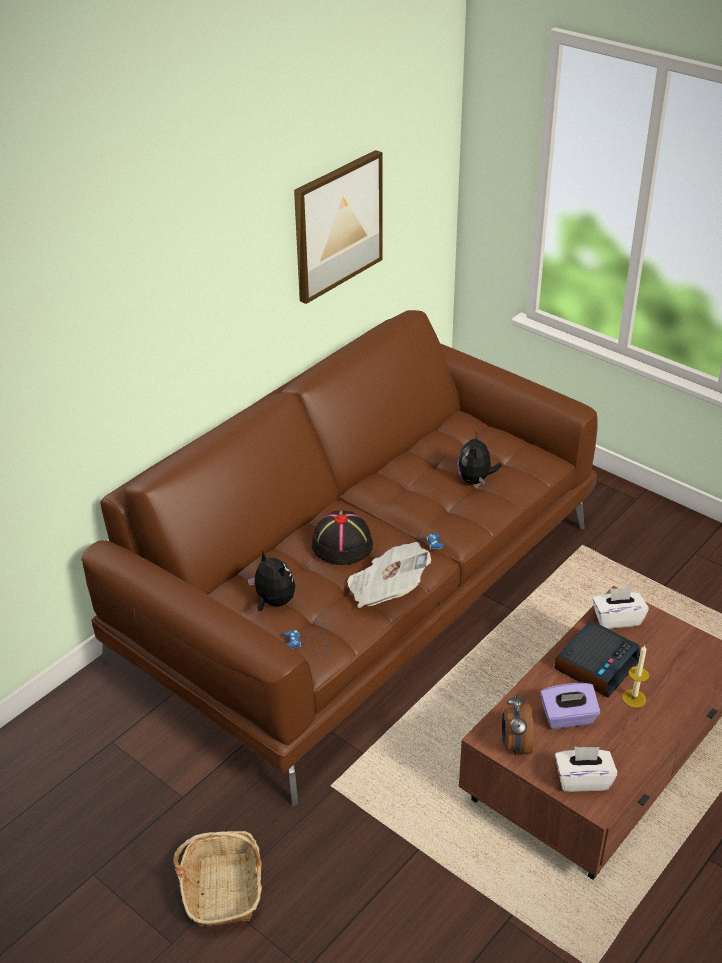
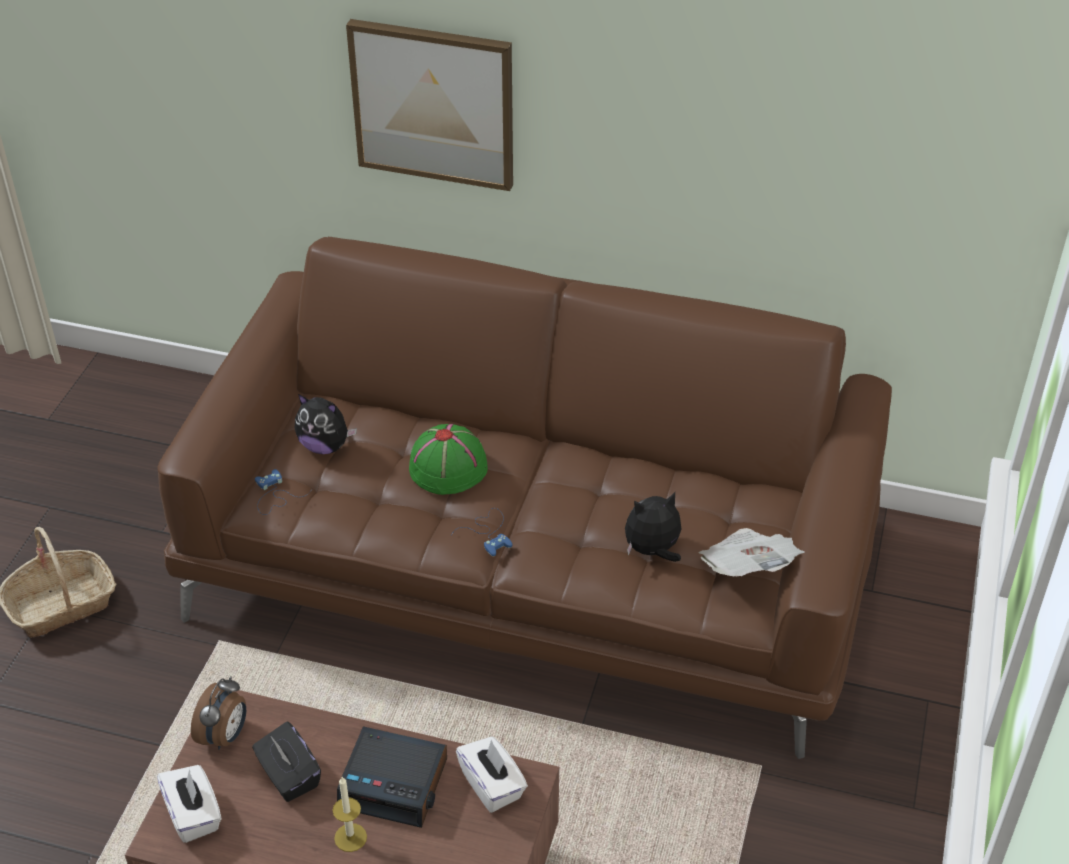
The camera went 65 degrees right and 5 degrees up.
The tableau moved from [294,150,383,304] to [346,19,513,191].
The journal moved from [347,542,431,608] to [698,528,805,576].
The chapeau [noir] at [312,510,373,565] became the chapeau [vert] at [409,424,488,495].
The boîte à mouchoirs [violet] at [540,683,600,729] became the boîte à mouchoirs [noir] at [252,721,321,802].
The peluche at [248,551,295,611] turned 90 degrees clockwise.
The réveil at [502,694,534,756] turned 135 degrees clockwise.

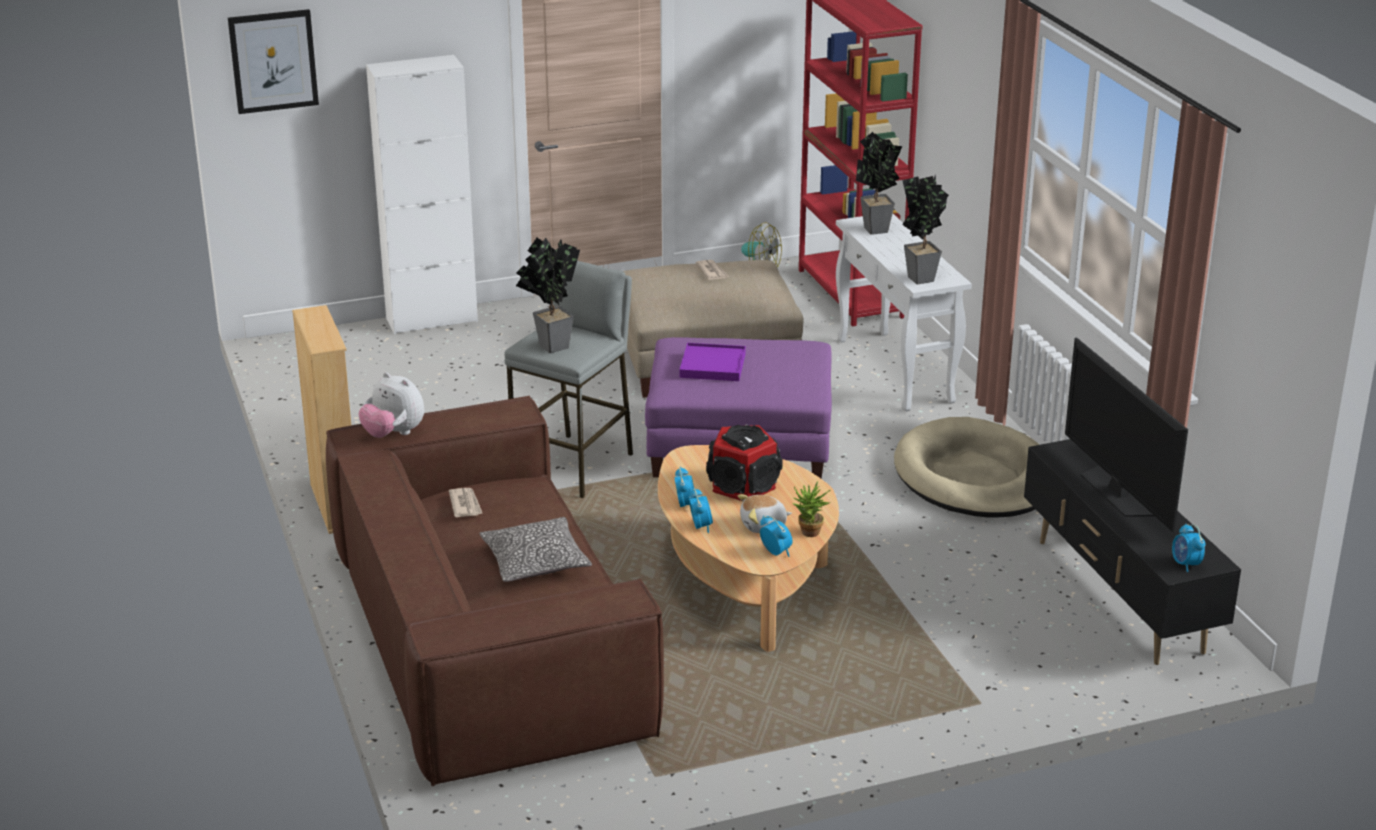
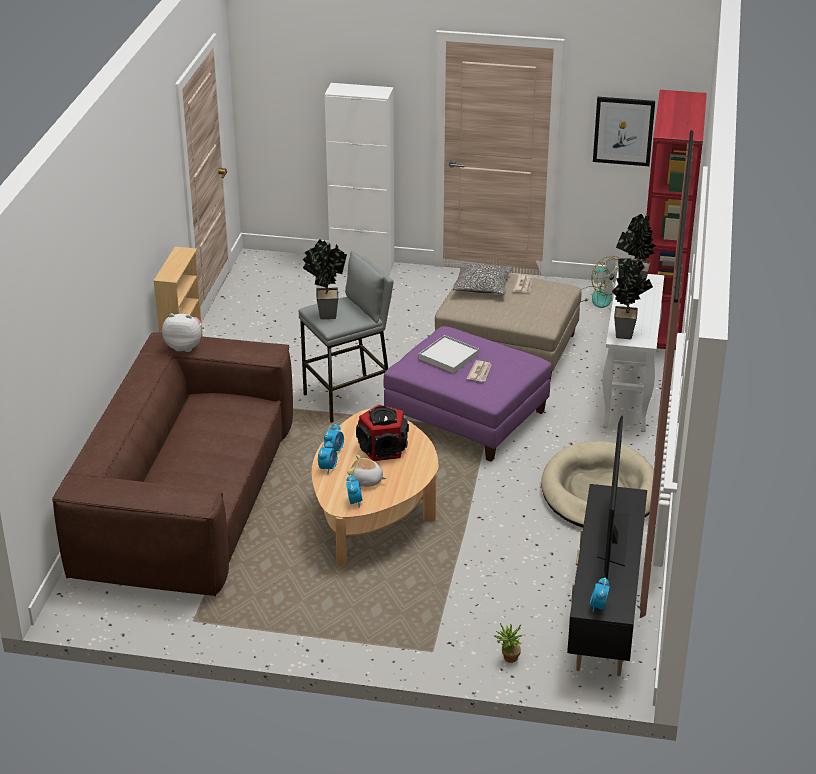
The camera went 30 degrees right and 5 degrees up.
The tableau moved from [228,9,319,114] to [593,97,655,166].
The journal moved from [449,488,483,517] to [467,360,491,382].
The coussin moved from [479,517,592,582] to [452,262,512,295].
The plante en pot moved from [793,481,831,537] to [493,623,525,663].
The plateau [violet] at [680,343,746,381] became the plateau [blanc] at [419,335,479,373].
The peluche at [359,372,424,438] turned 120 degrees clockwise.

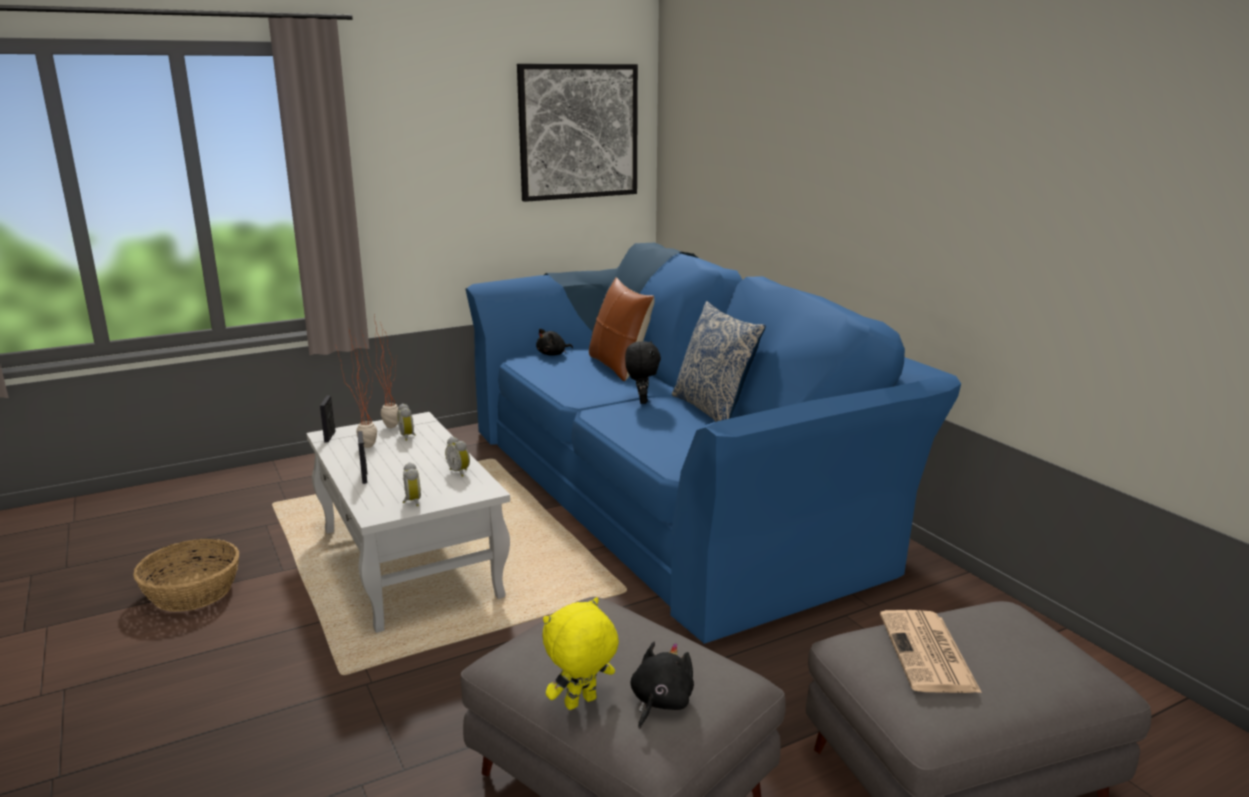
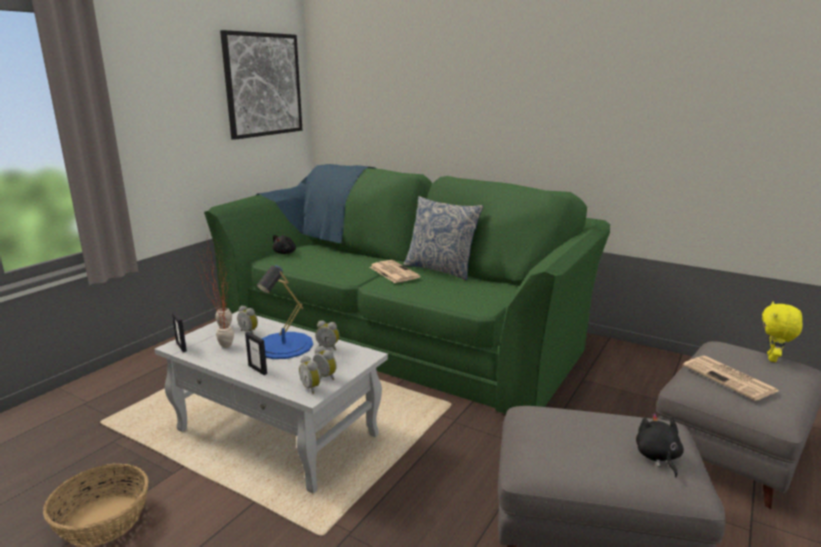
The camera went 30 degrees left and 0 degrees up.
The coussin [marron] at [589,277,655,381] disappeared.
The lampe de table [bleu] at [257,265,313,359] appeared.
The réveil at [299,356,321,394] appeared.
The peluche [jaune] moved from [543,597,619,710] to [762,301,802,362].
The peluche [noir] at [625,341,661,404] was replaced by the journal at [370,260,421,283].
The canapé [bleu] at [466,243,961,644] became the canapé [vert] at [204,164,610,414].

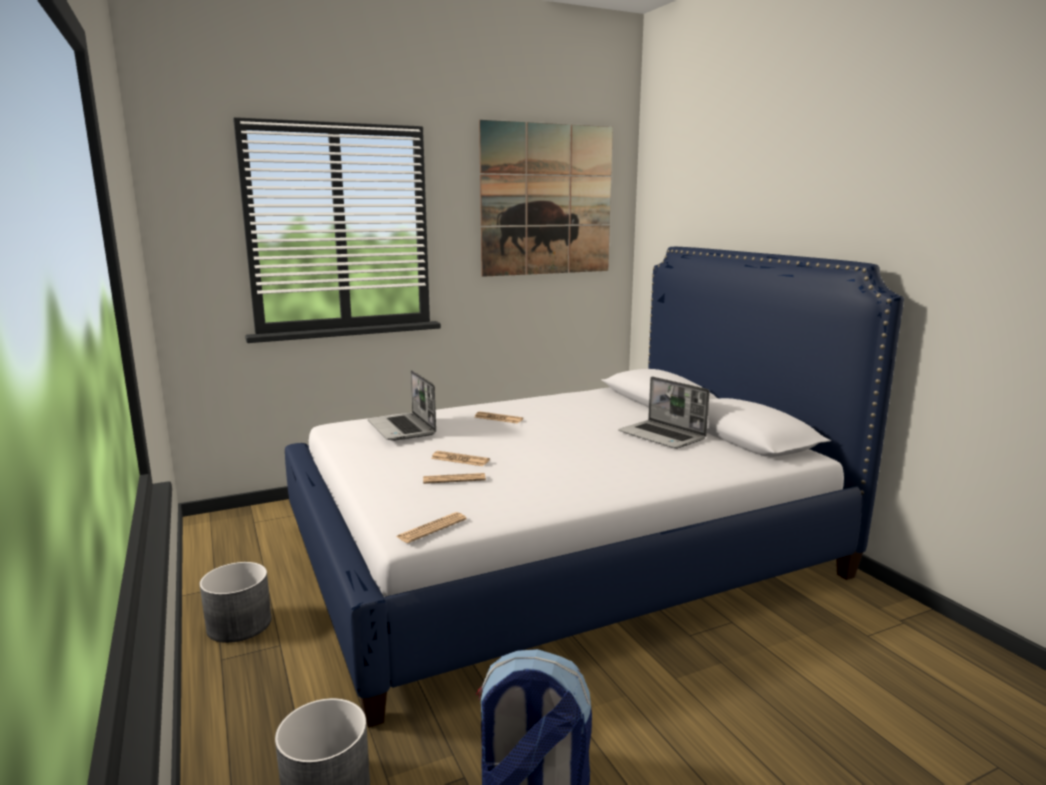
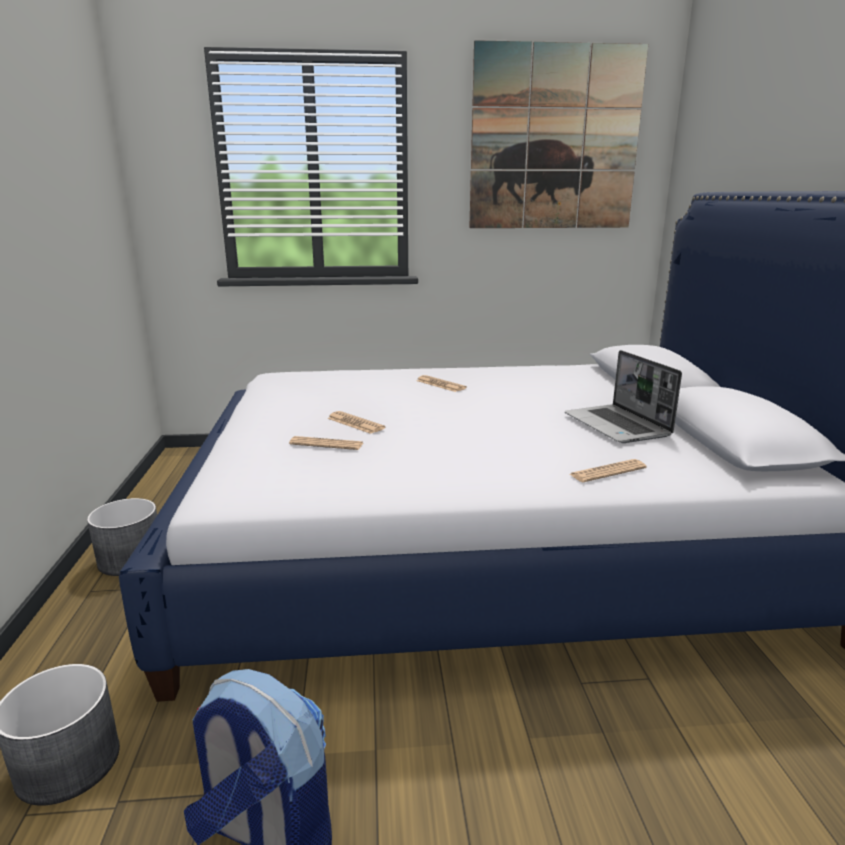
The camera went 20 degrees right and 5 degrees up.
The ordinateur portable at [368,370,436,441] disappeared.
The journal moved from [396,512,467,543] to [570,459,647,482].

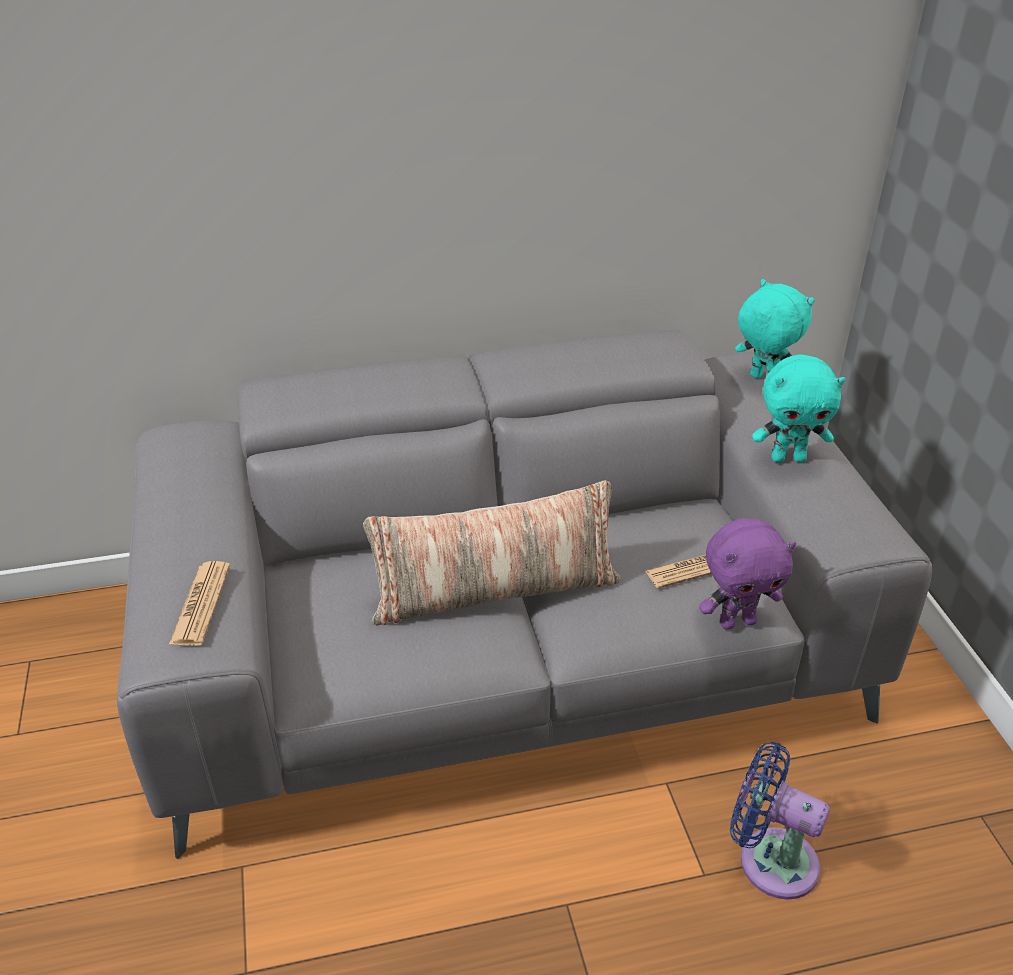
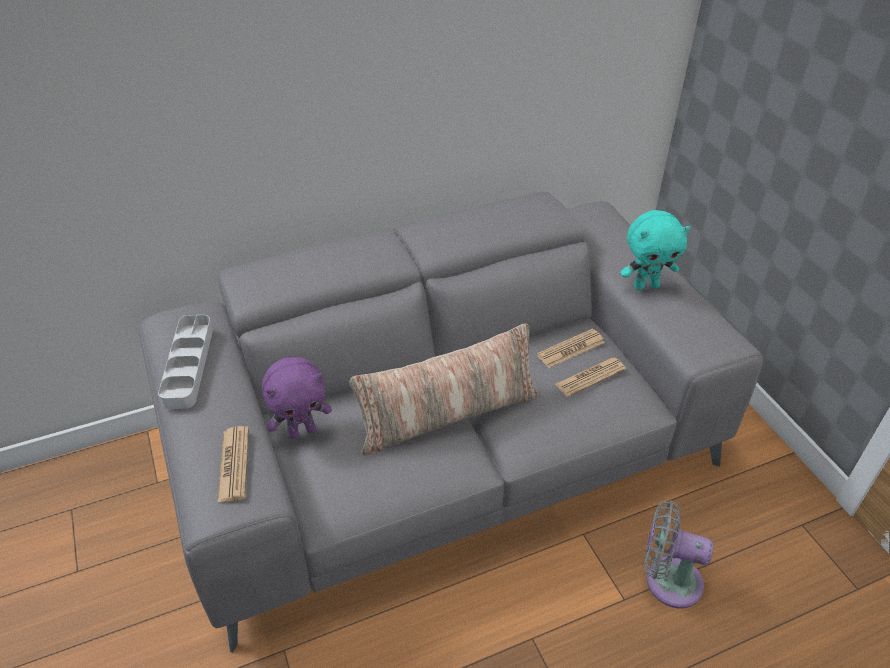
The camera went 10 degrees left and 5 degrees up.
The peluche [turquoise] at [735,279,814,378] disappeared.
The plateau [gris] at [158,315,213,409] appeared.
The journal at [537,329,605,368] appeared.
The peluche [violet] moved from [699,518,796,629] to [262,357,332,439].
The ventilateur [bleu] at [730,742,830,900] became the ventilateur [gris] at [644,500,714,609].

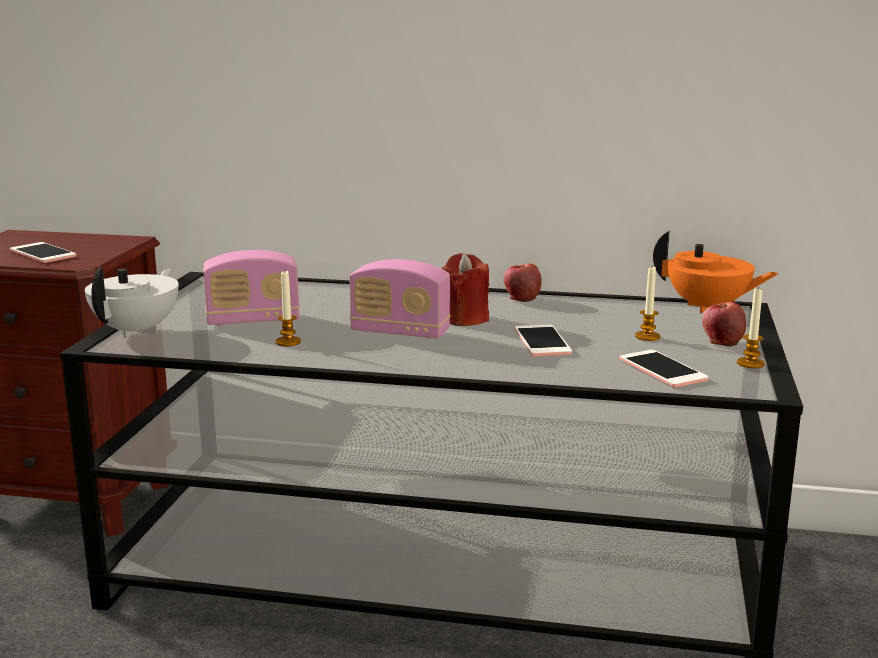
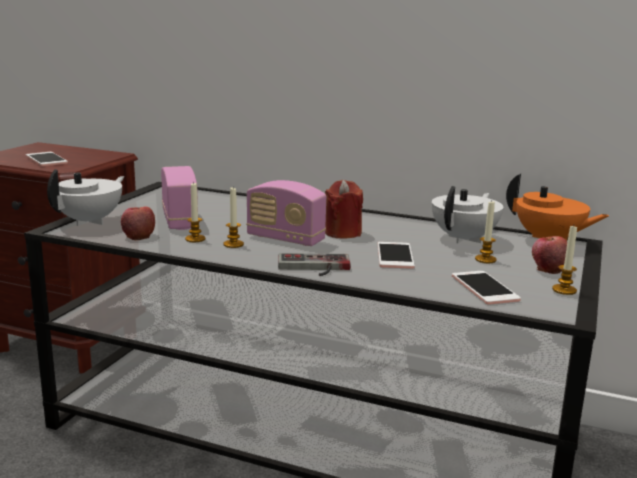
The camera went 10 degrees right and 0 degrees up.
The bougie at [223,188,244,248] appeared.
The manette at [278,253,350,276] appeared.
The théière [blanc] at [432,186,503,243] appeared.
The pomme moved from [504,263,541,302] to [121,207,155,240].
The radio at [204,250,300,326] turned 105 degrees counterclockwise.

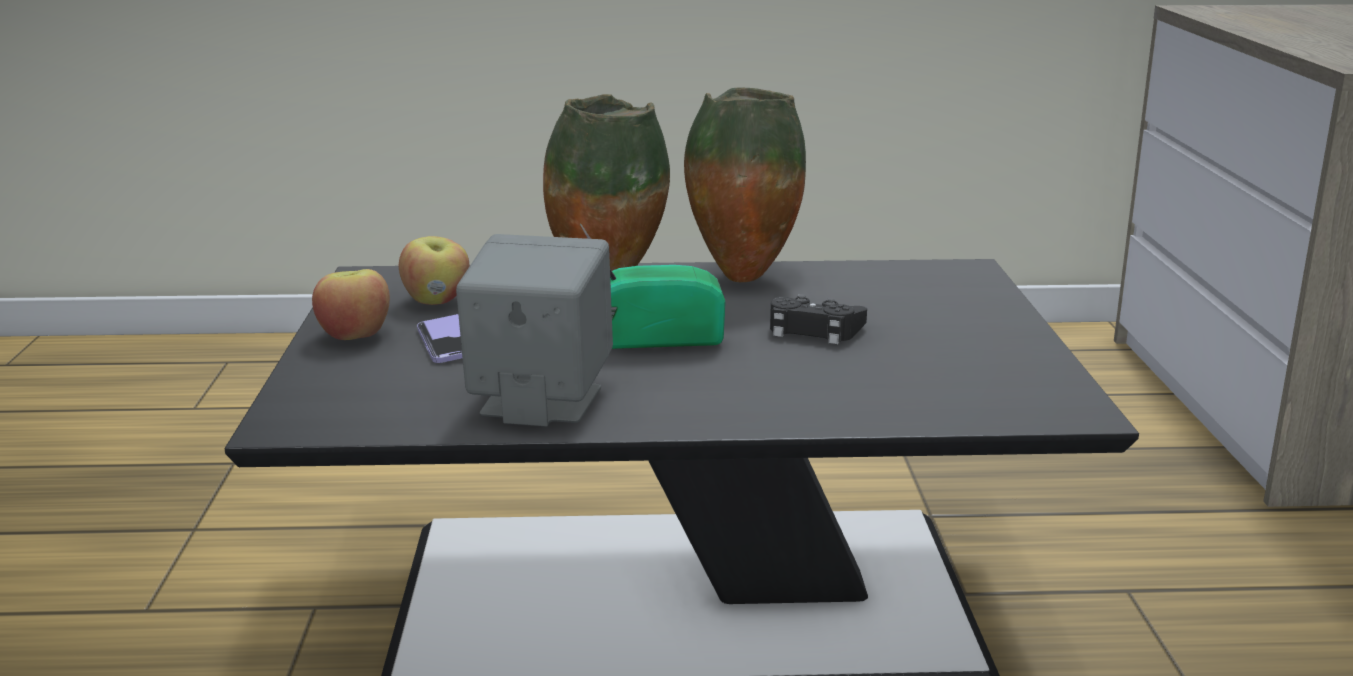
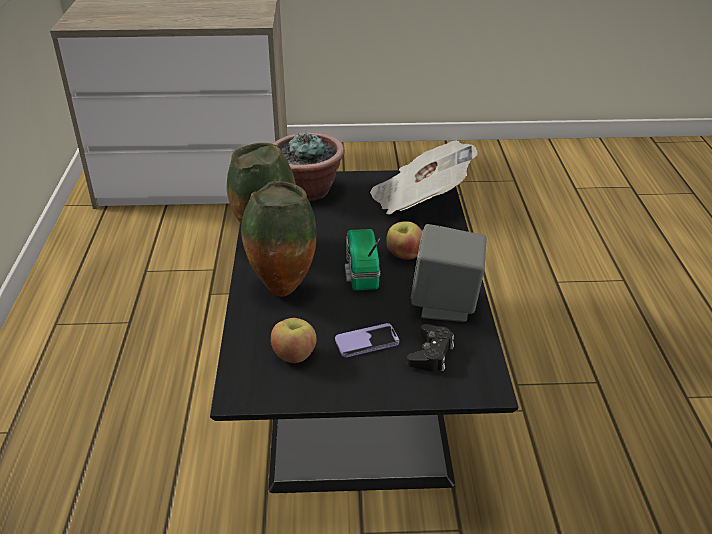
The camera went 90 degrees left and 15 degrees up.
The plante en pot at [273,131,345,201] appeared.
The journal at [370,140,478,215] appeared.
The pomme moved from [312,269,390,340] to [386,222,422,260].
The manette [noir] moved from [770,294,867,345] to [407,324,454,372].

